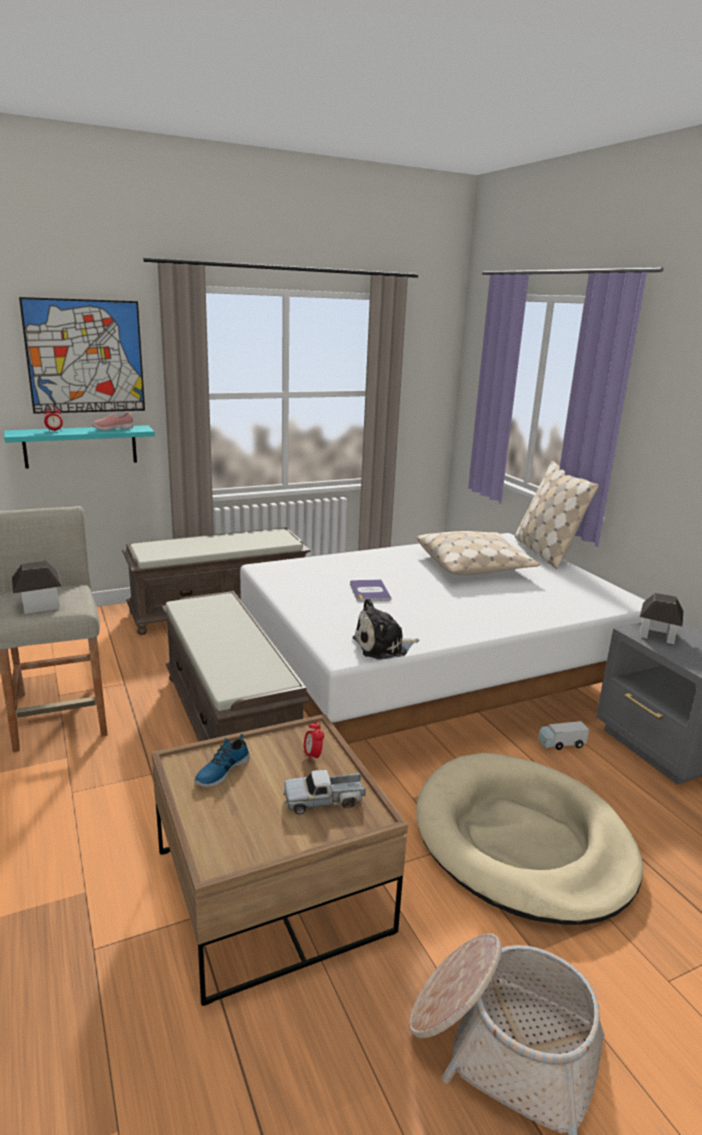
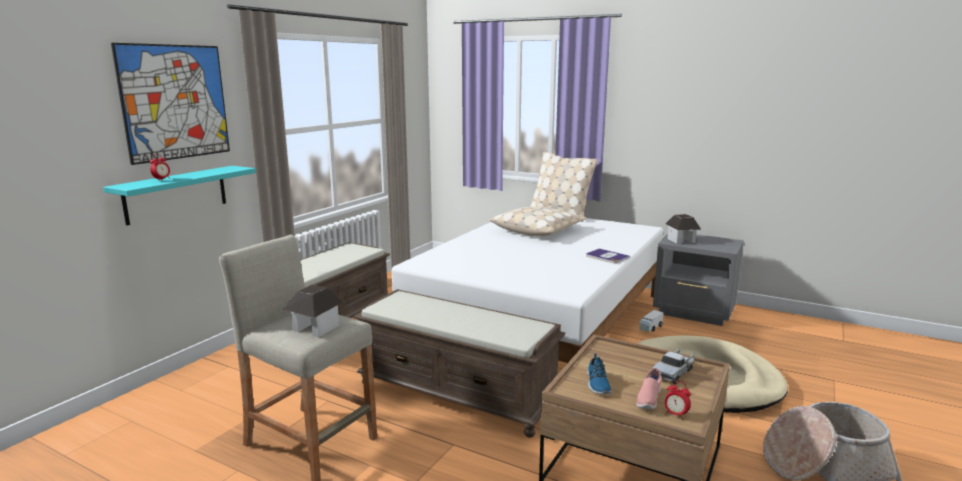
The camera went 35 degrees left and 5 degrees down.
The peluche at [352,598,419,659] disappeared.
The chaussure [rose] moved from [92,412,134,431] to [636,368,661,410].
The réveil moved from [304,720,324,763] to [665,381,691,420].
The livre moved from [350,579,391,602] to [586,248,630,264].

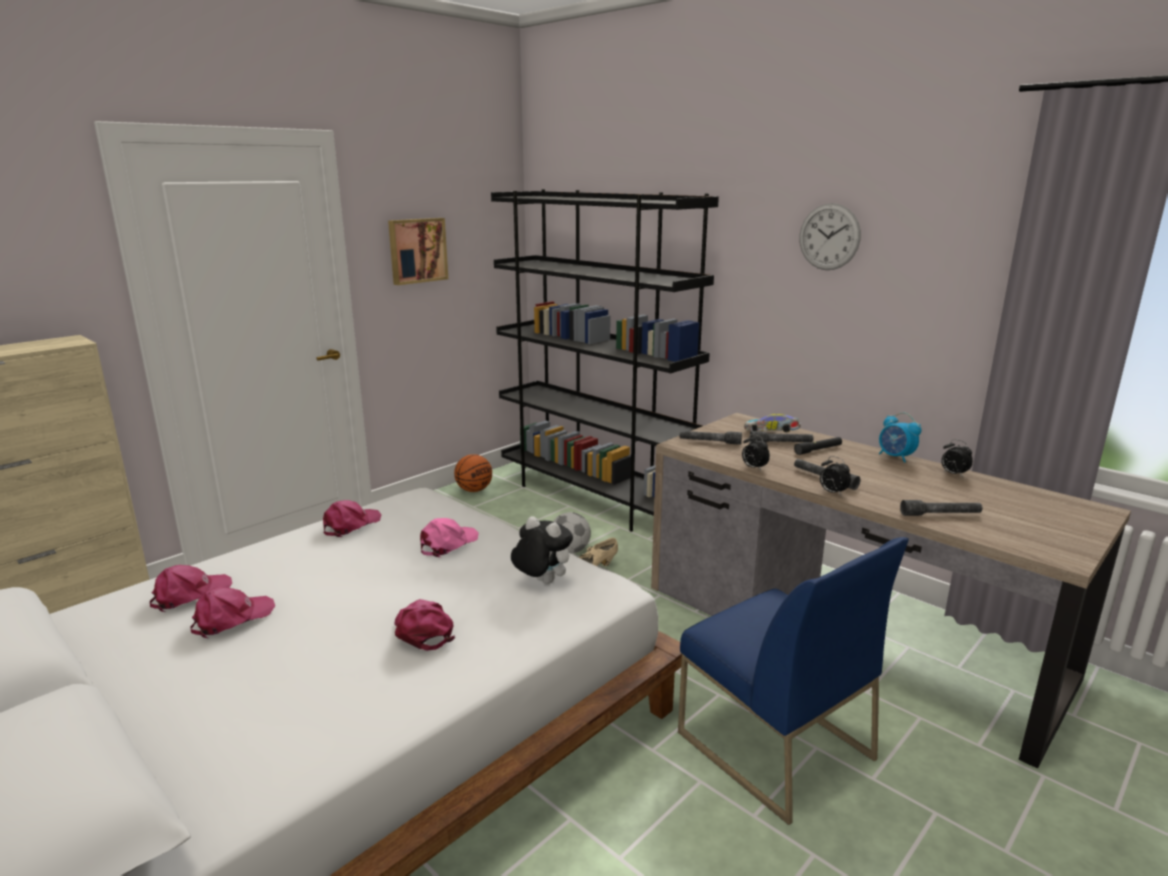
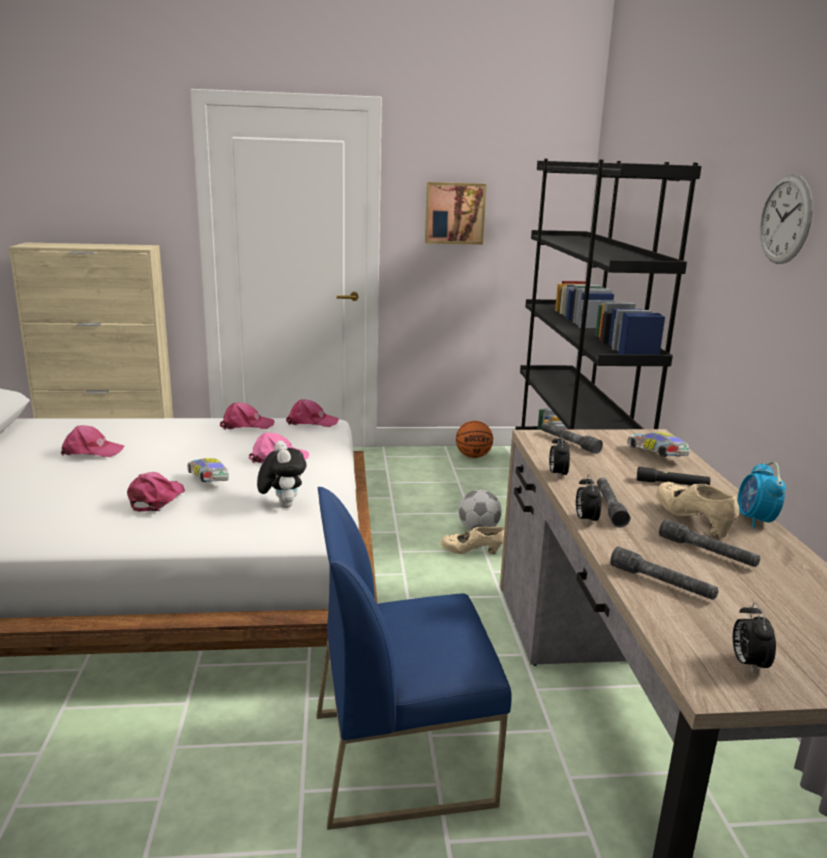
The camera went 40 degrees right and 0 degrees up.
The petite voiture at [187,458,229,482] appeared.
The chaussure [beige] at [656,482,739,538] appeared.
The casquette [rose] moved from [150,565,232,612] to [286,399,339,427].
The lampe de poche [gris] moved from [750,431,814,443] to [659,519,760,567].
The réveil moved from [941,439,973,477] to [733,602,776,675].
The chaise [bleu] at [678,537,909,825] turned 75 degrees clockwise.

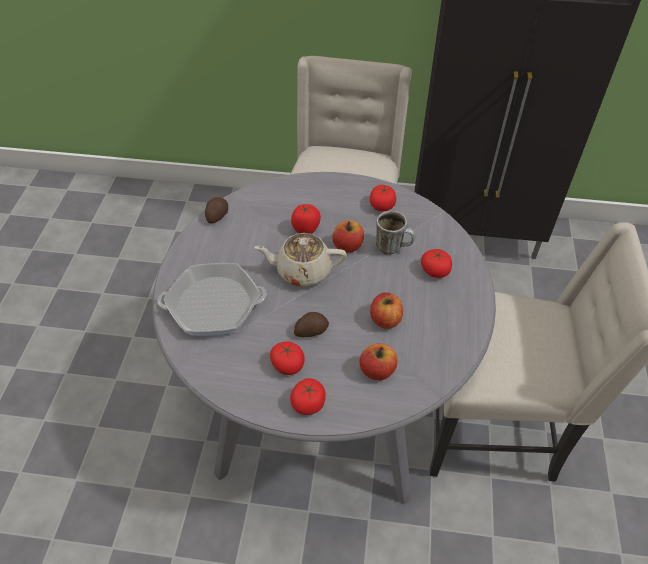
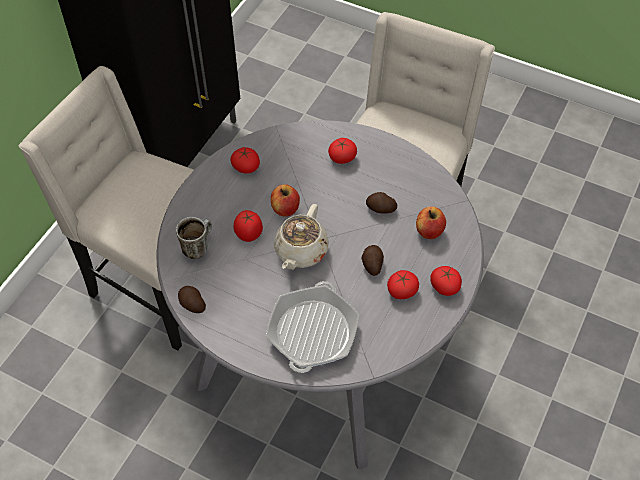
The camera went 70 degrees left and 5 degrees up.
The mug moved from [376,211,415,254] to [176,217,212,259].
The pomme at [370,292,403,329] was replaced by the pomme de terre at [366,192,397,214].

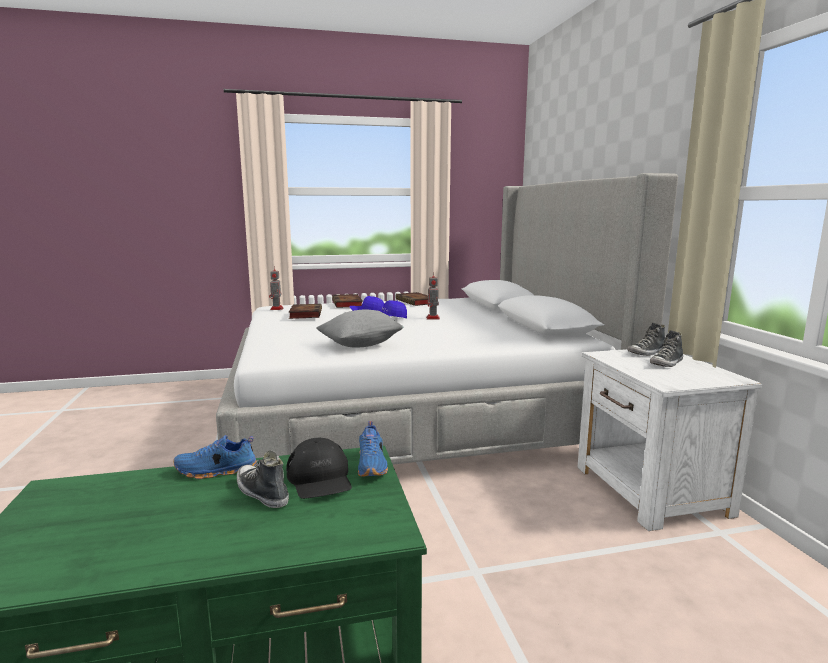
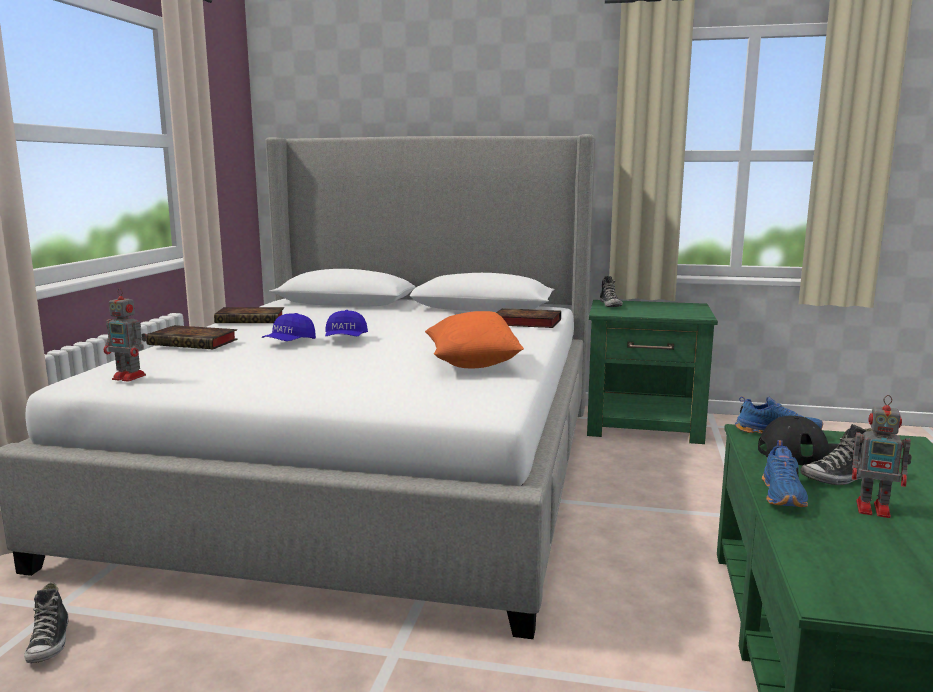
The camera went 65 degrees left and 0 degrees up.
The livre moved from [289,304,322,319] to [496,308,561,328].
The robot jouet moved from [426,272,440,320] to [852,395,912,518].
The chaussure moved from [650,331,684,367] to [24,582,69,663].
The coussin [gris] at [316,310,404,347] became the coussin [orange] at [425,311,524,368].
The table de chevet [blanc] at [577,349,762,531] became the table de chevet [vert] at [587,300,718,444].

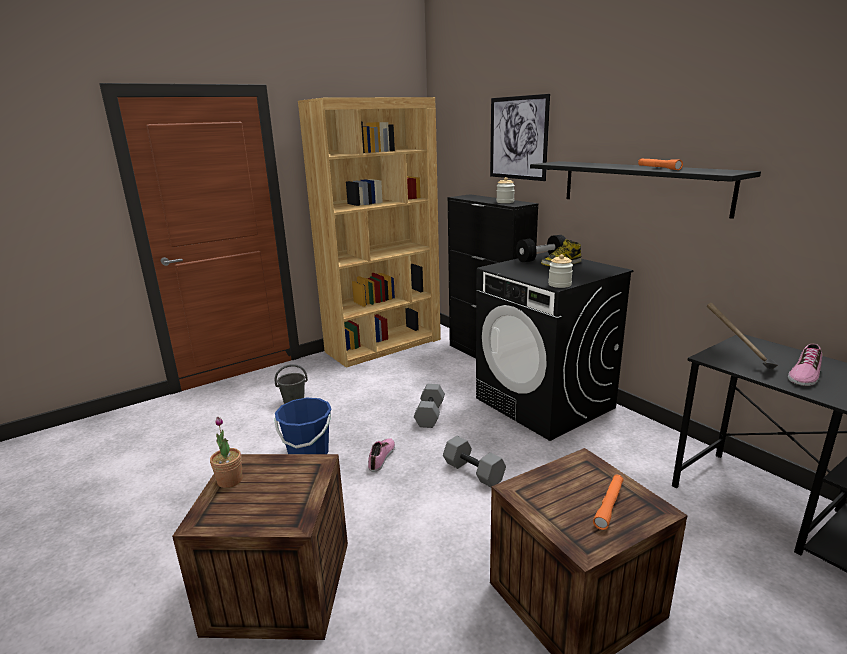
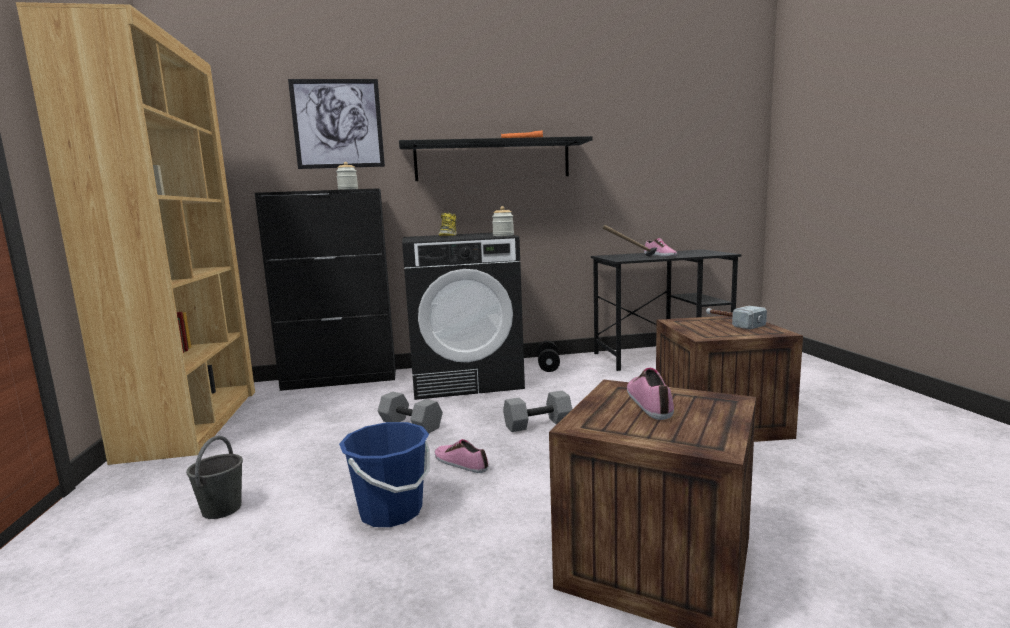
The camera went 65 degrees left and 10 degrees down.
The plante en pot at [210,417,242,488] disappeared.
The chaussure at [627,368,674,420] appeared.
The haltère [noir] moved from [516,235,566,262] to [537,340,560,372].
The lampe de poche [orange] at [593,475,623,530] was replaced by the marteau at [706,305,767,330].

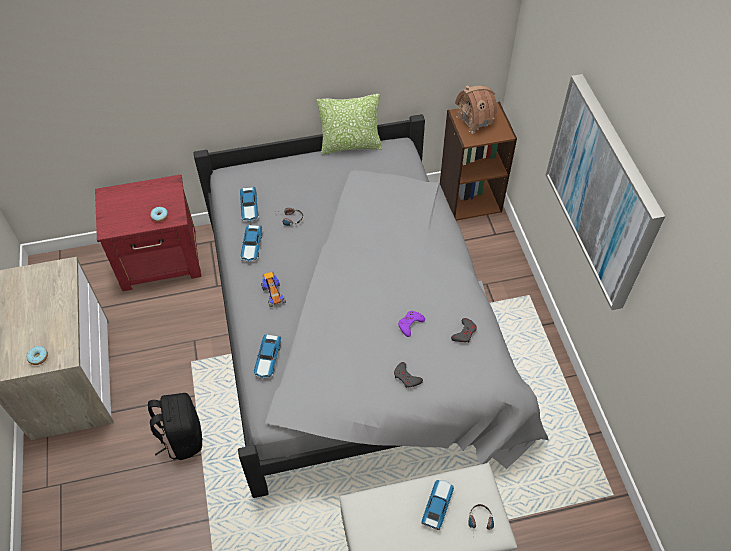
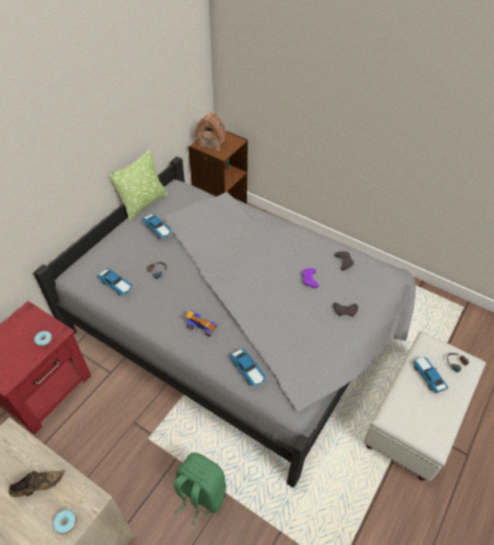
The camera went 45 degrees left and 5 degrees down.
The tableau at [546,74,665,310] disappeared.
The chaussure [marron] at [9,470,65,497] appeared.
The petite voiture moved from [240,225,262,262] to [143,213,173,239].
The sac à dos [noir] at [148,393,203,460] became the sac à dos [vert] at [174,453,226,526].

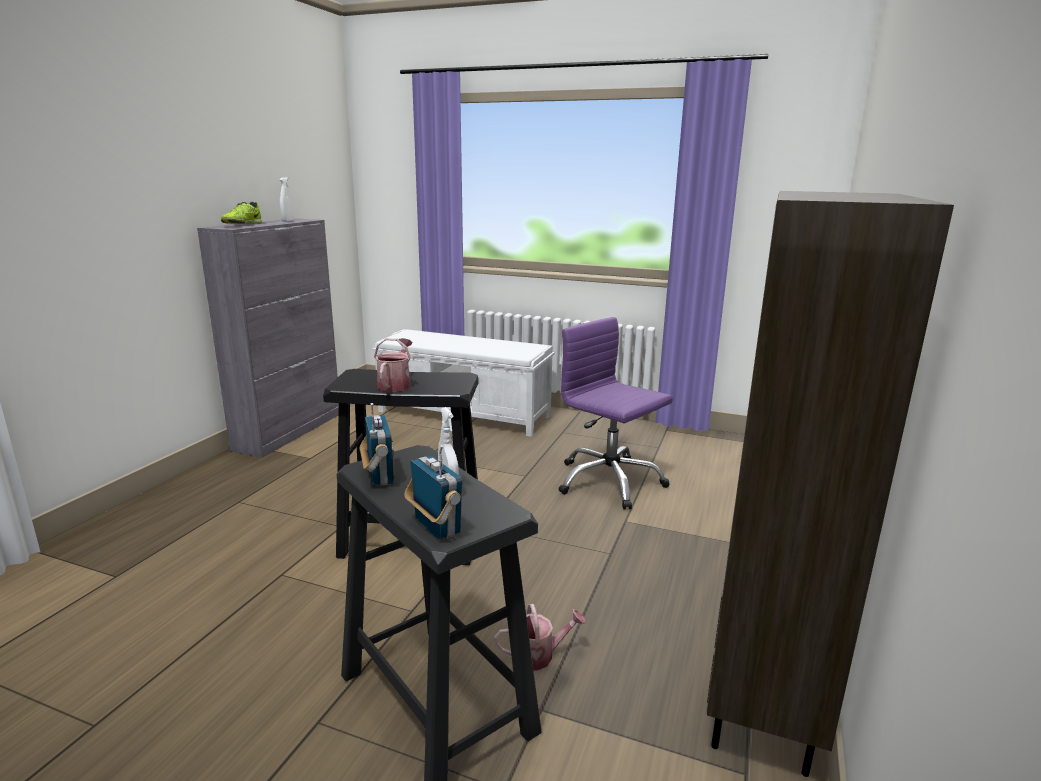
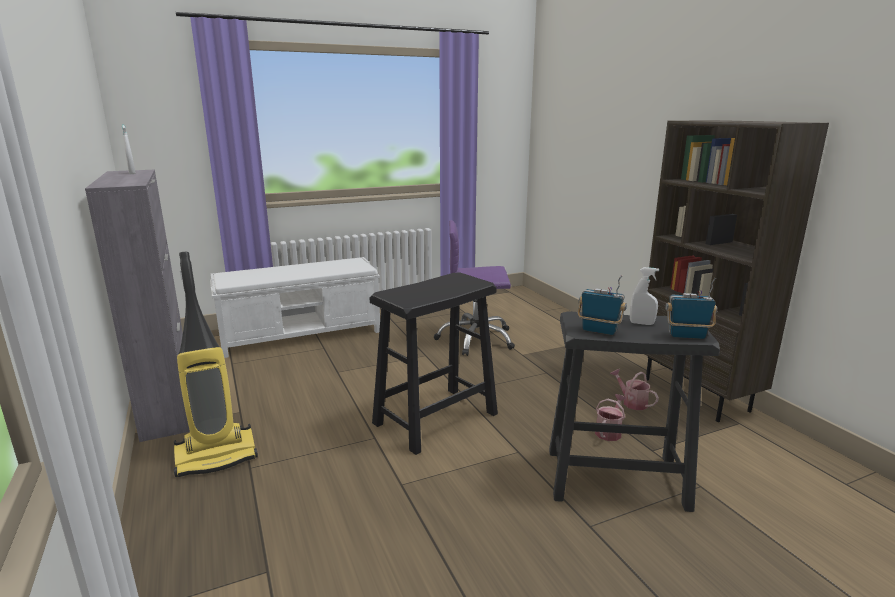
The camera went 45 degrees left and 0 degrees up.
The chaussure at [221,202,262,224] disappeared.
The aspirateur at [174,252,258,477] appeared.
The arrosoir moved from [374,338,413,392] to [610,369,659,410].

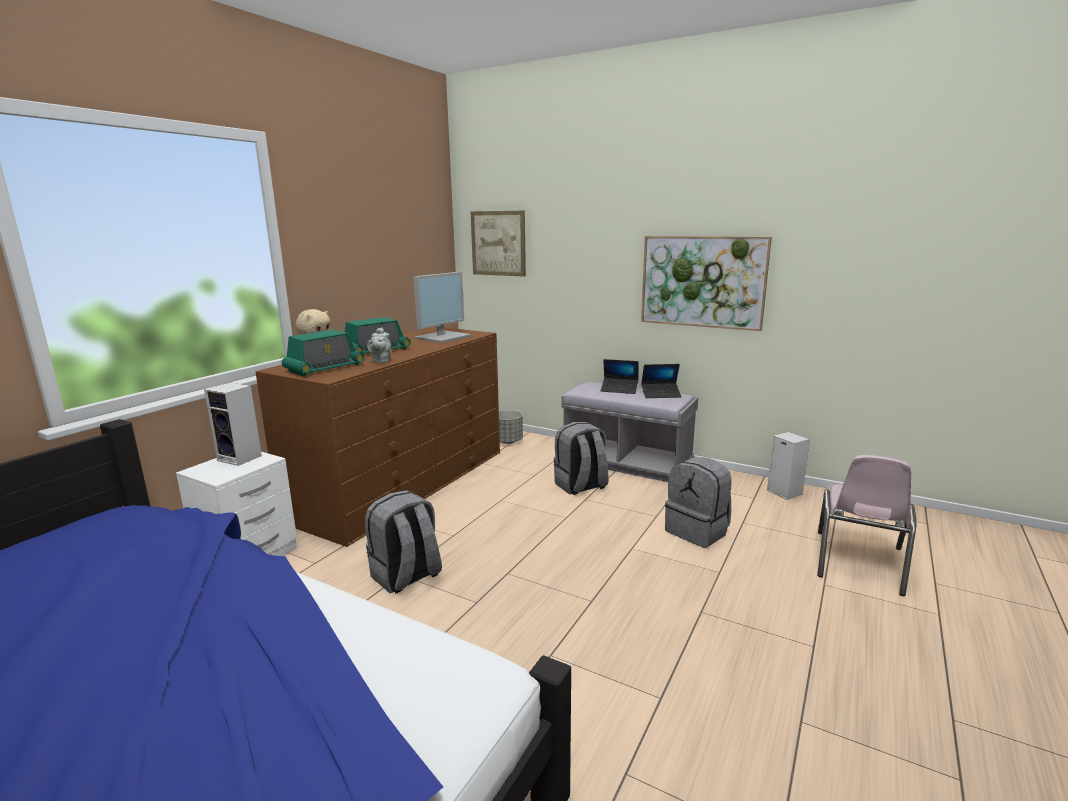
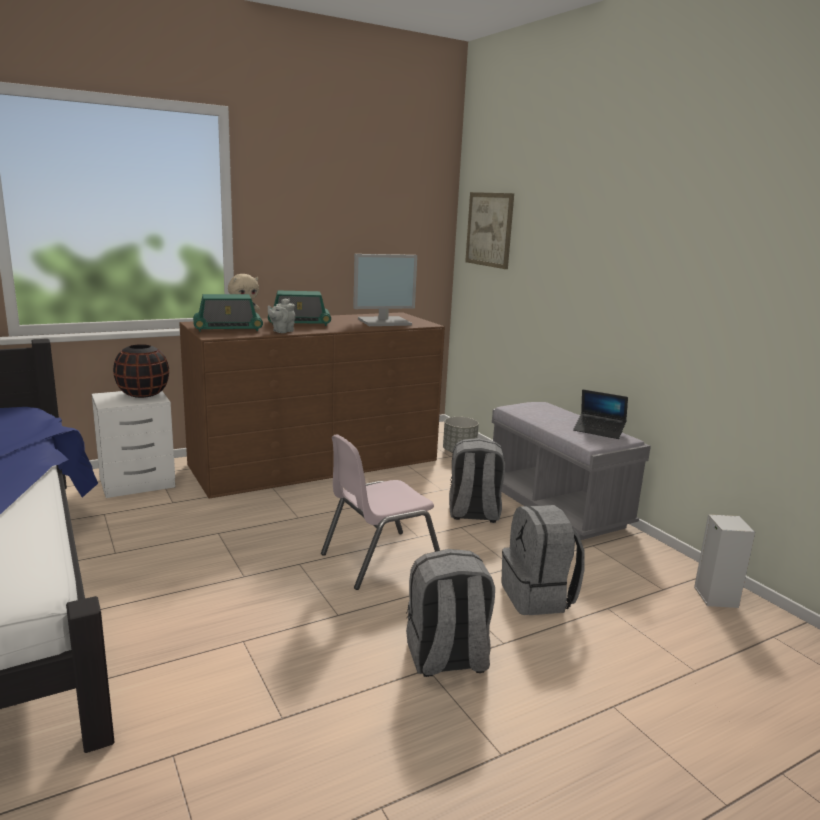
The camera went 30 degrees right and 0 degrees up.
The ordinateur portable at [601,359,639,394] disappeared.
The tableau at [641,236,772,331] disappeared.
The sac à dos [gris] moved from [365,490,442,594] to [406,549,495,677].
The chaise [rose] moved from [817,455,917,596] to [321,434,440,590].
The enceinte at [204,382,262,466] was replaced by the vase [noir] at [113,344,169,398].

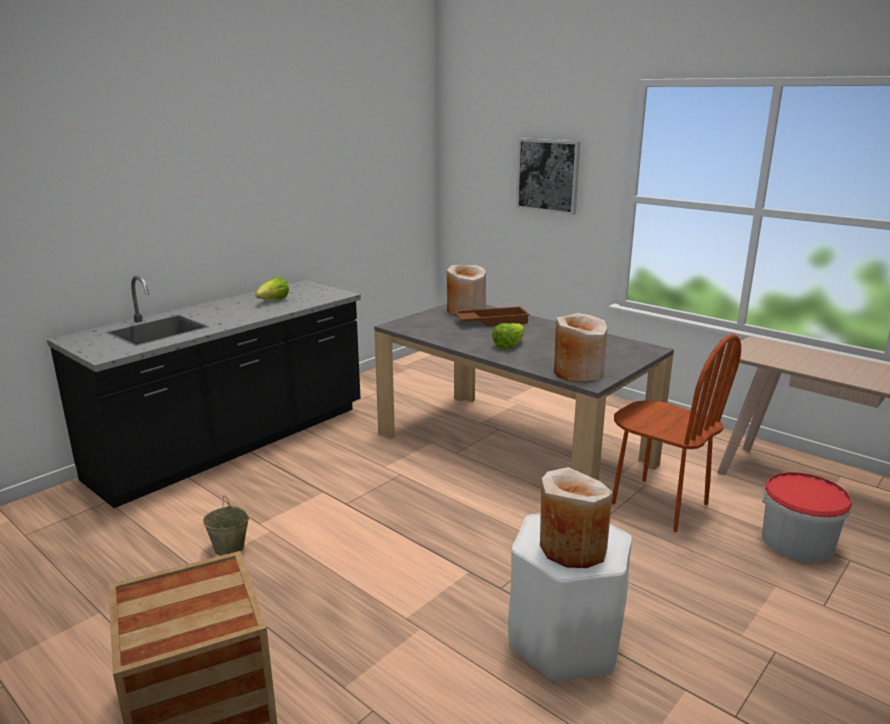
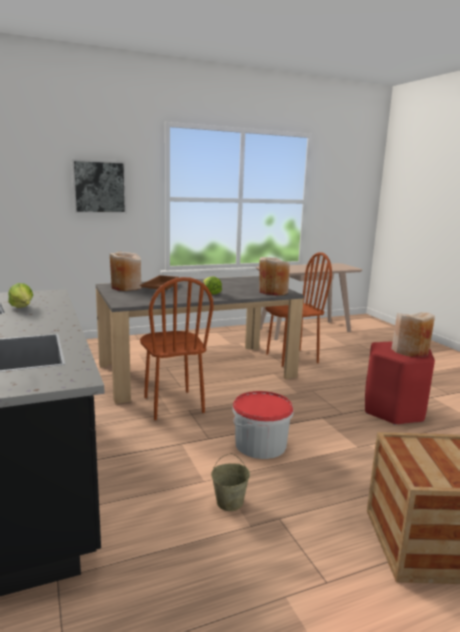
The camera went 65 degrees left and 5 degrees down.
The chaise [marron] at [140,277,214,420] appeared.
The seau moved from [762,472,852,563] to [233,391,293,459].
The tabouret [blanc] at [508,514,632,683] became the tabouret [rouge] at [365,341,435,425].

